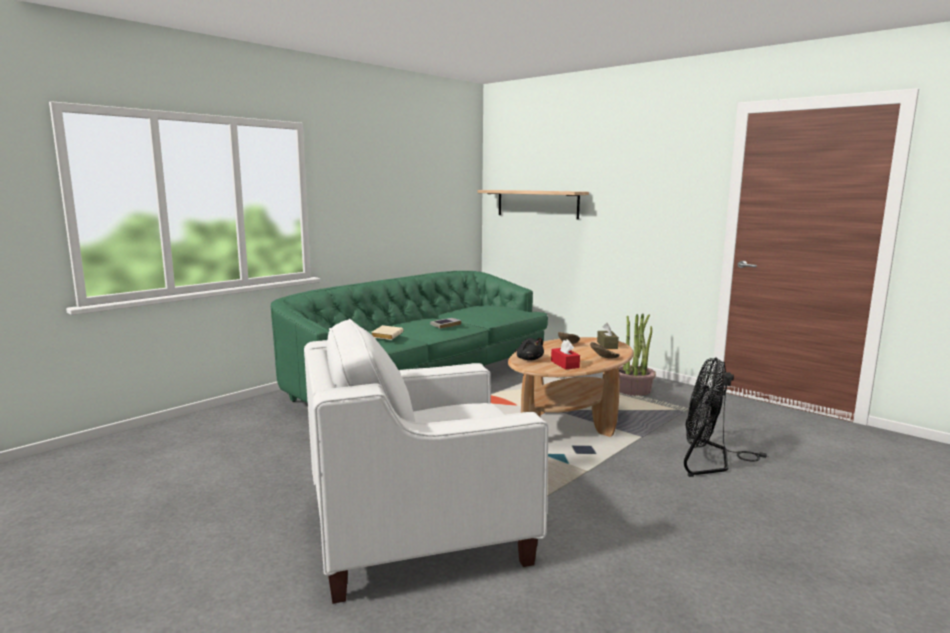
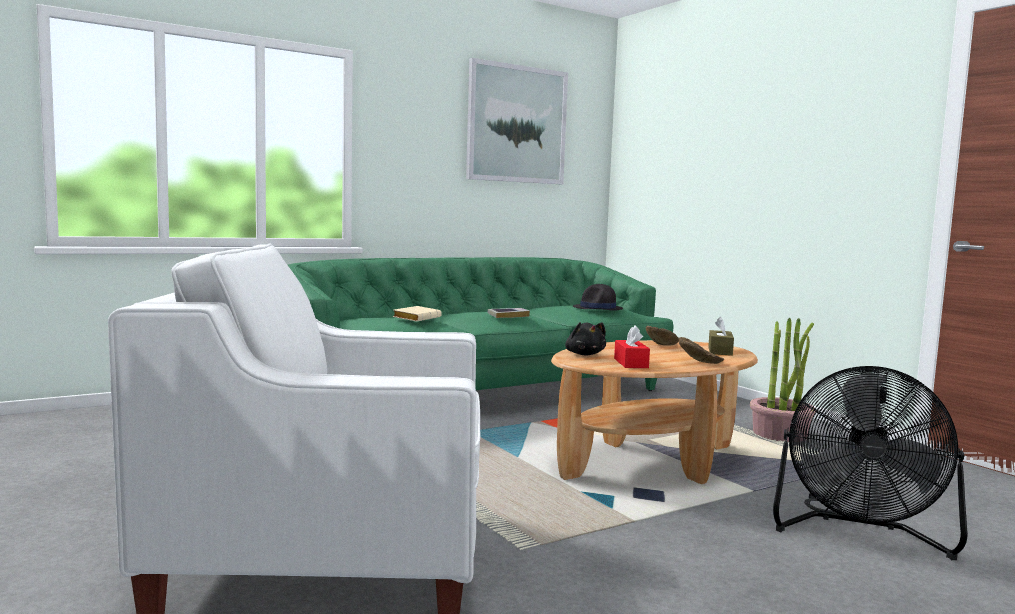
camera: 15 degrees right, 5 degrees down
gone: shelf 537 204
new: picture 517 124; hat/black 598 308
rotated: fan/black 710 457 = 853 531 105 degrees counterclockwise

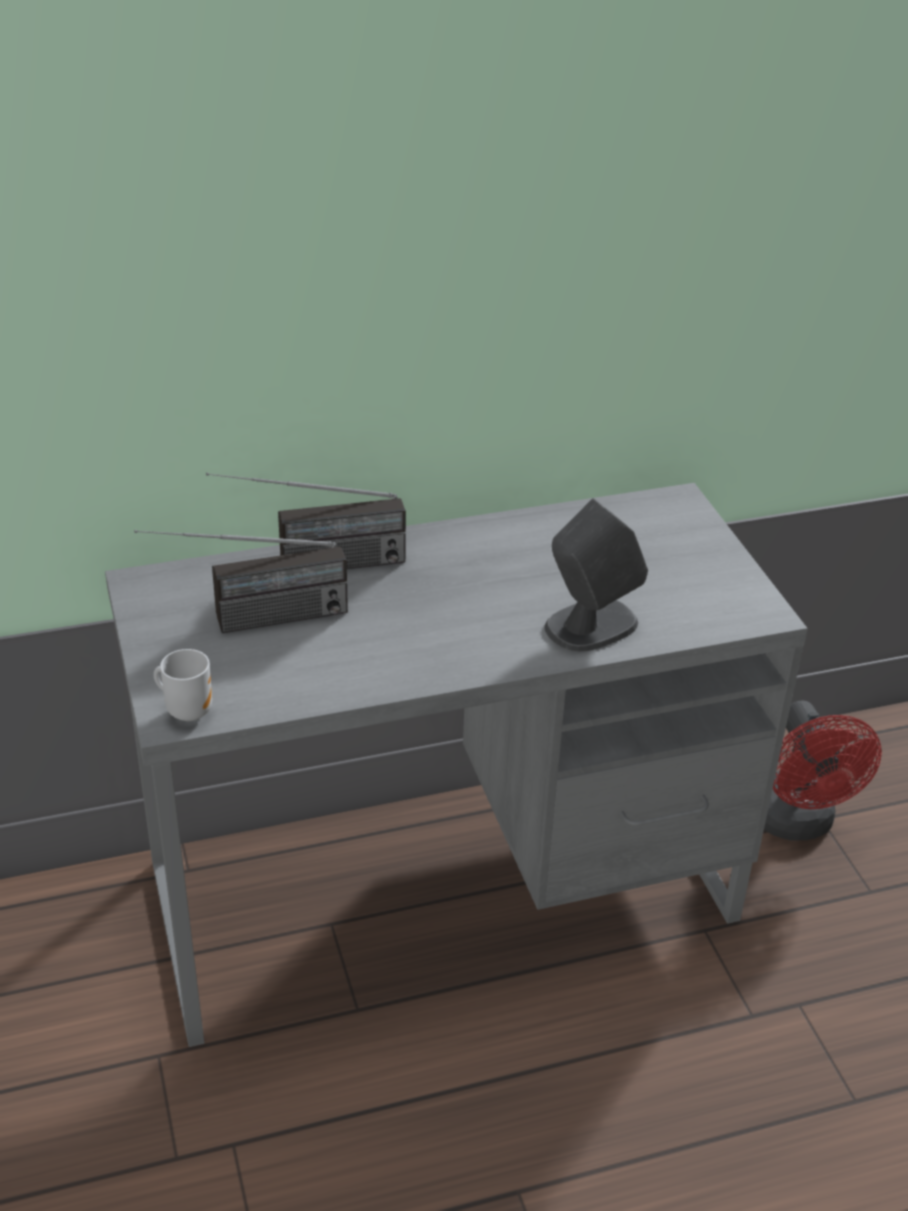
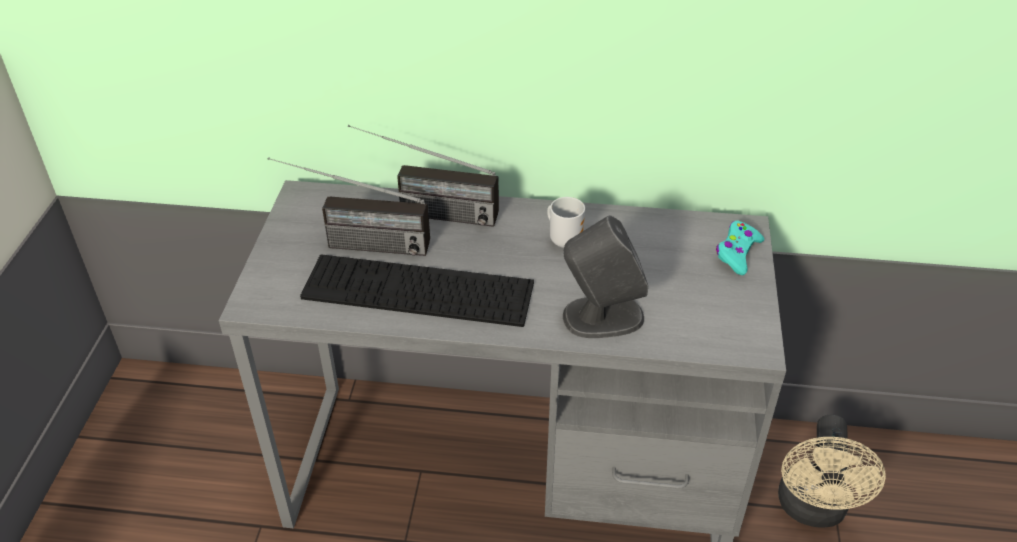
camera: 25 degrees right, 5 degrees up
new: keyboard 418 290; game controller/turquoise 737 253
shifted: mug 187 710 to 565 240
repainted: fan/red 797 823 to fan/beige 812 510

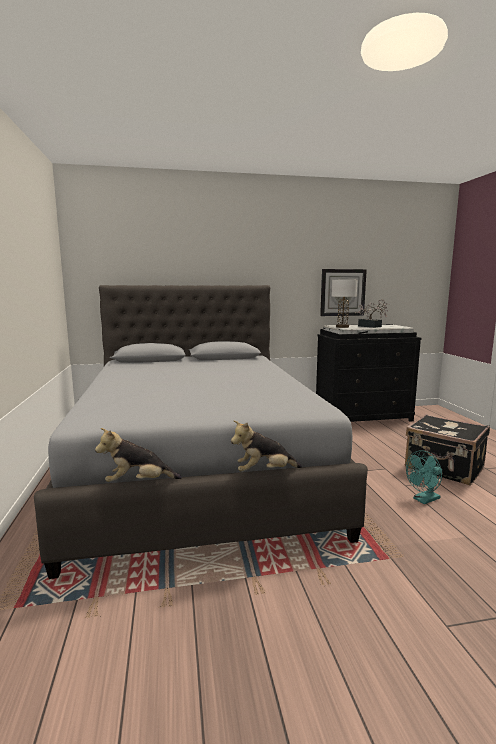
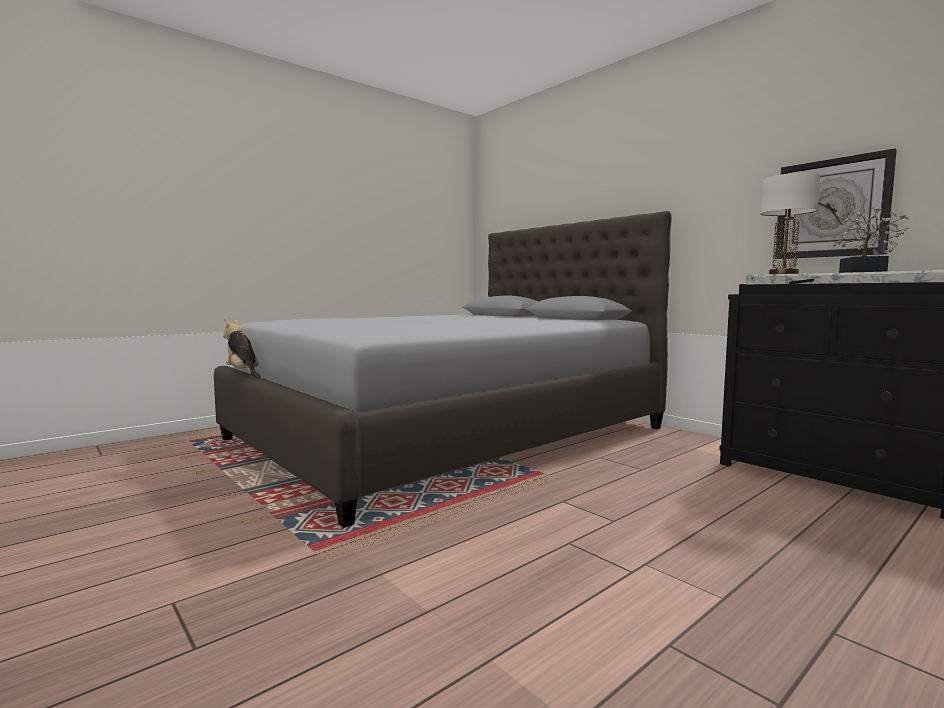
camera: 60 degrees right, 5 degrees down
gone: plush toy 264 472; suitcase/black 444 468; fan/turquoise 424 500

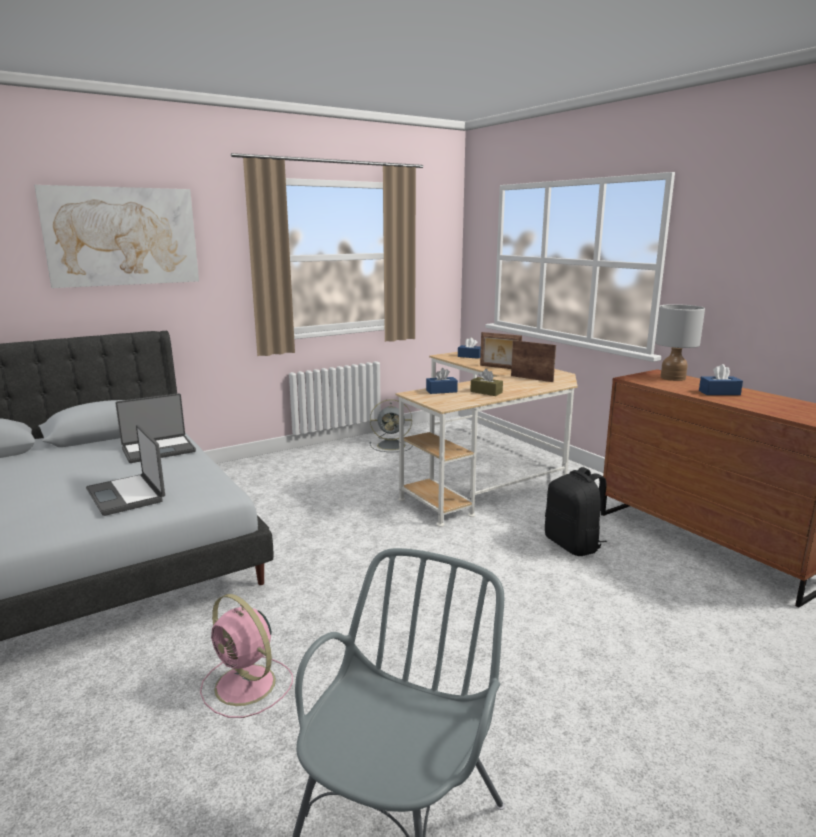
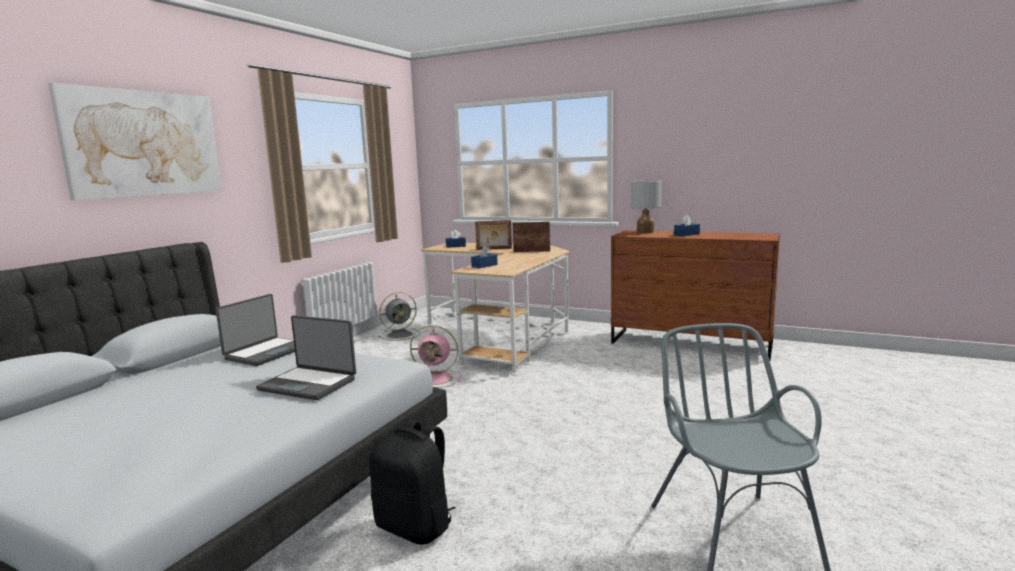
camera: 30 degrees left, 5 degrees down
gone: tissue box/brown 486 392
shifted: backpack/black 573 545 to 416 527; fan/pink 247 686 to 437 379

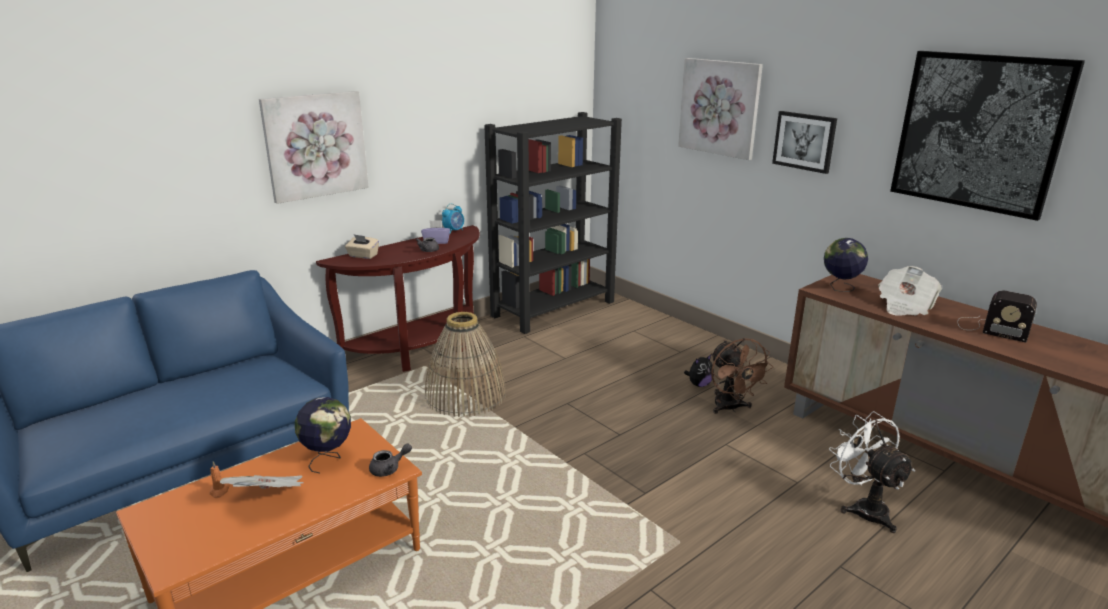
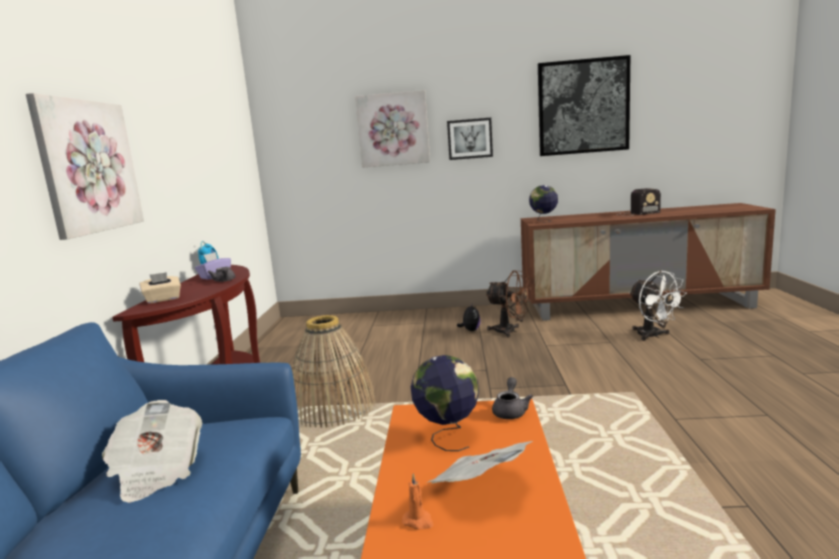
camera: 45 degrees left, 10 degrees down
gone: bookcase/black 553 309
shifted: newspaper 904 306 to 156 471
rotated: fan/white 864 508 = 653 336 135 degrees counterclockwise

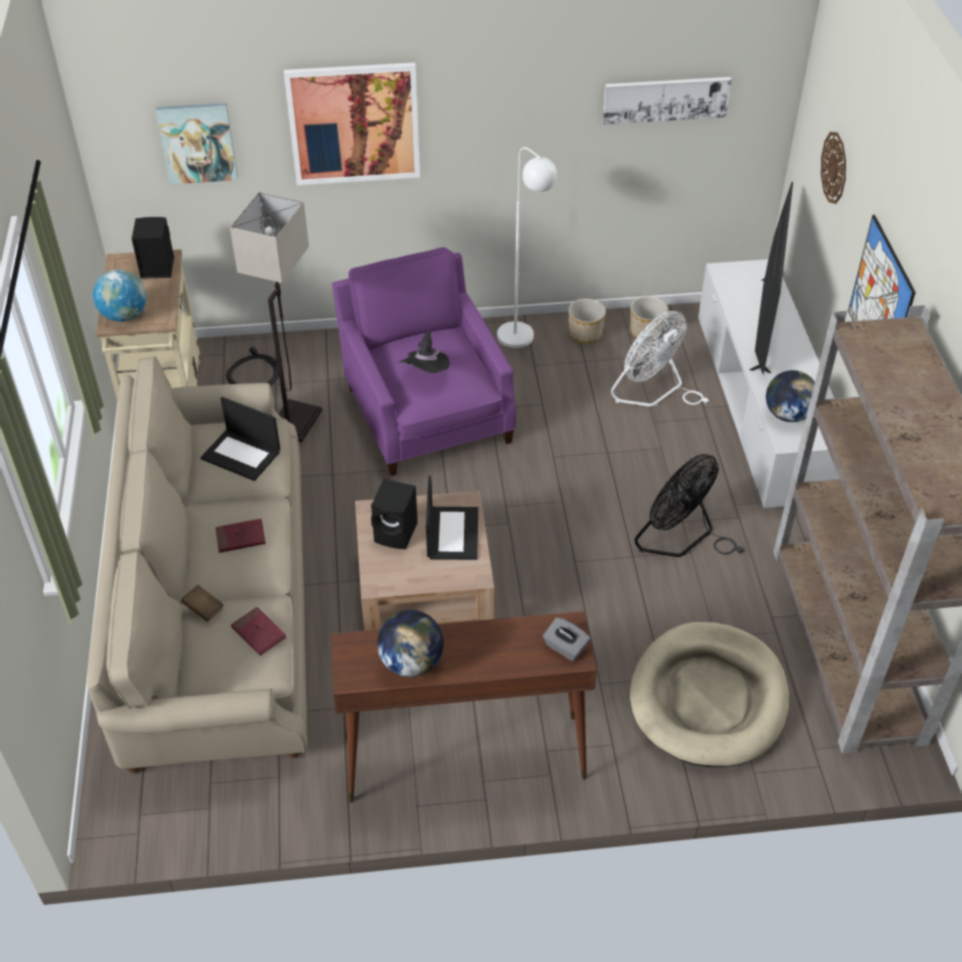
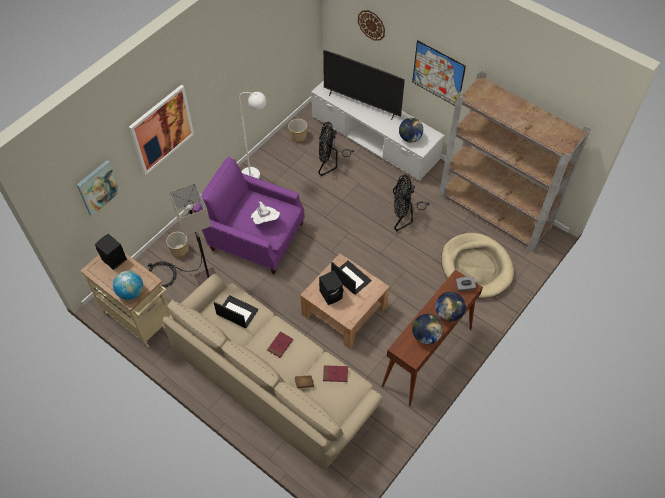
camera: 45 degrees left, 10 degrees up
gone: picture 665 99
new: globe 448 313
shifted: planter 585 334 to 179 249
repainted: hat/black 426 375 to hat/white 265 220; fan/white 659 389 to fan/black 330 158
rotated: laptop 242 454 = 236 312 135 degrees counterclockwise; television 766 324 = 362 104 150 degrees clockwise

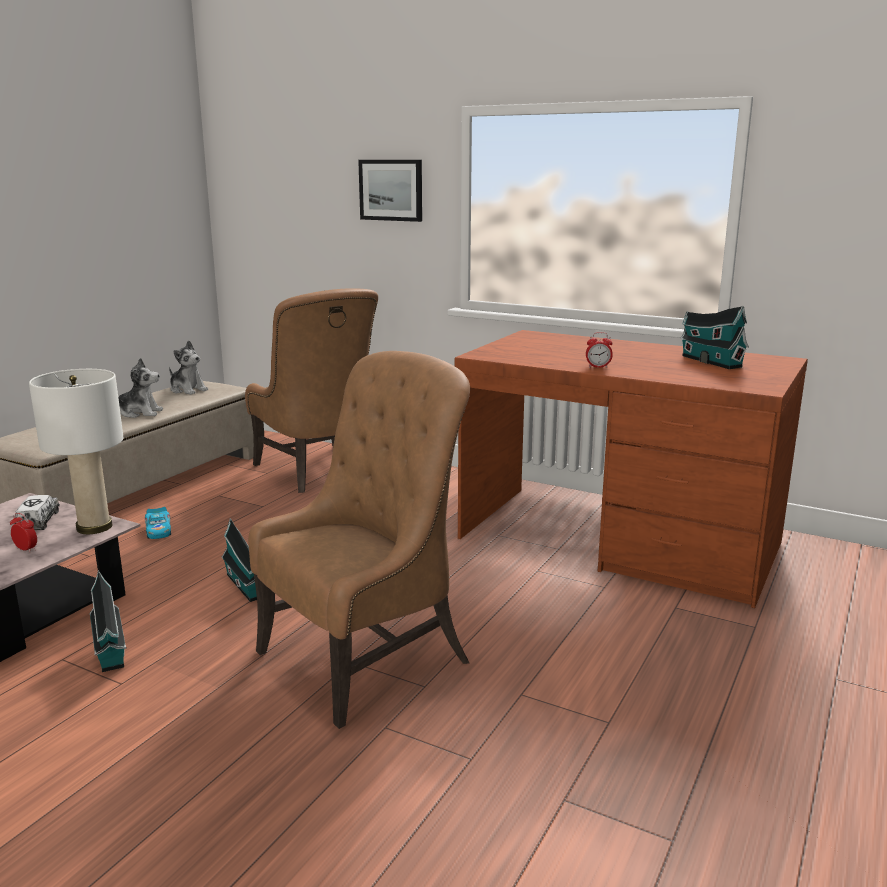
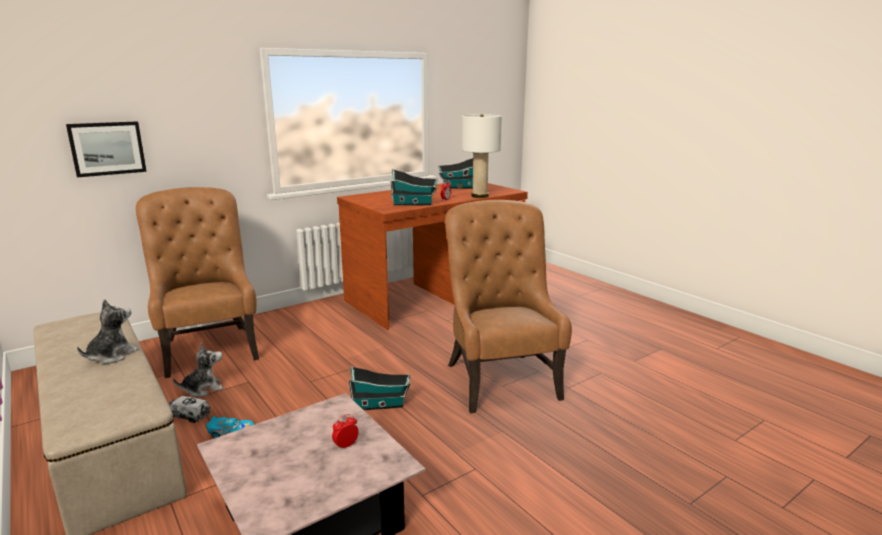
camera: 65 degrees left, 0 degrees up
shifted: picture 391 190 to 107 148; toy truck 38 521 to 187 415; plush toy 188 390 to 203 389; toy house 110 651 to 414 204; table lamp/white 95 527 to 480 196
rotated: chair/brown 319 469 = 209 349 105 degrees counterclockwise

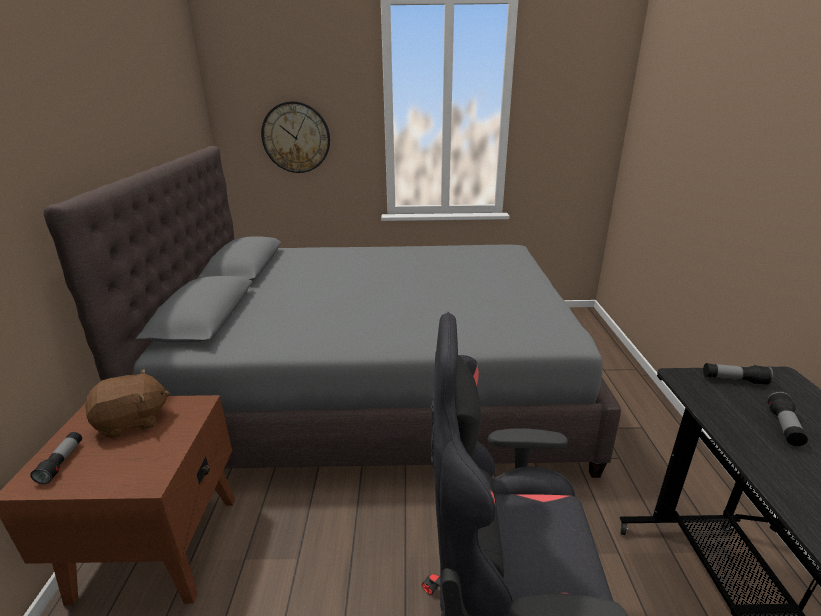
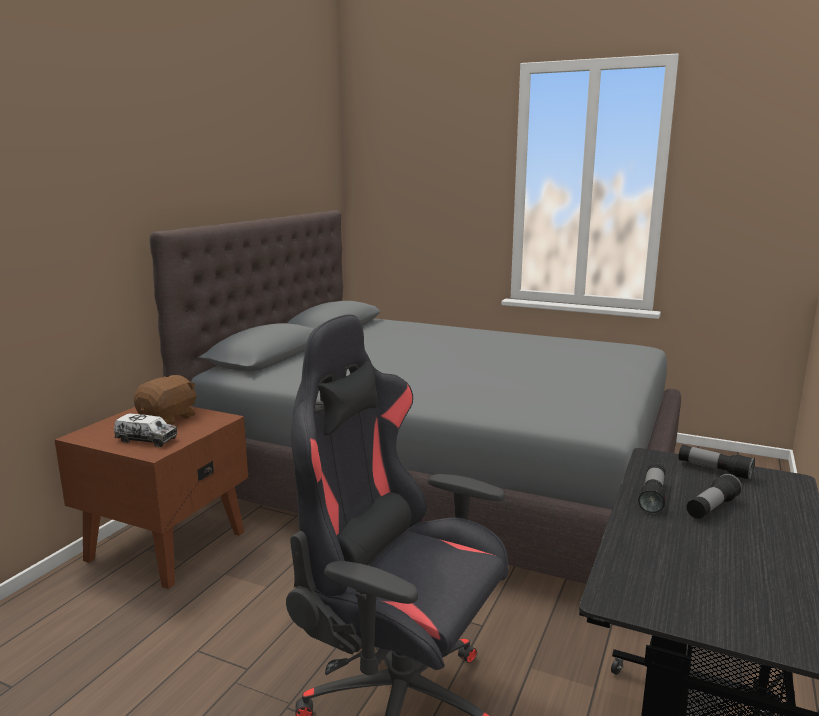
camera: 25 degrees right, 10 degrees down
gone: wall clock 296 137
new: toy truck 146 440
shifted: flashlight 62 463 to 652 496
rotated: plush toy/brown 132 421 = 169 418 60 degrees counterclockwise

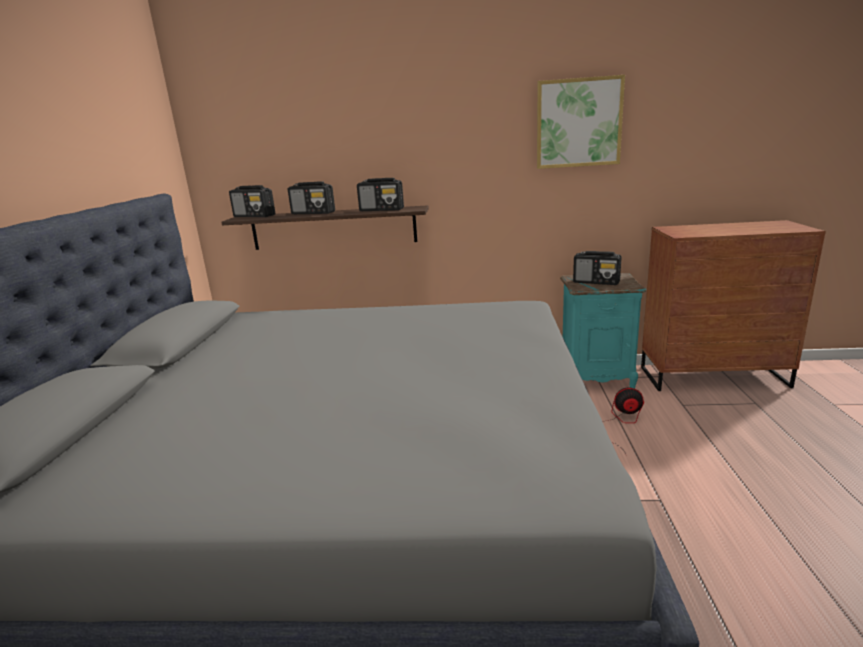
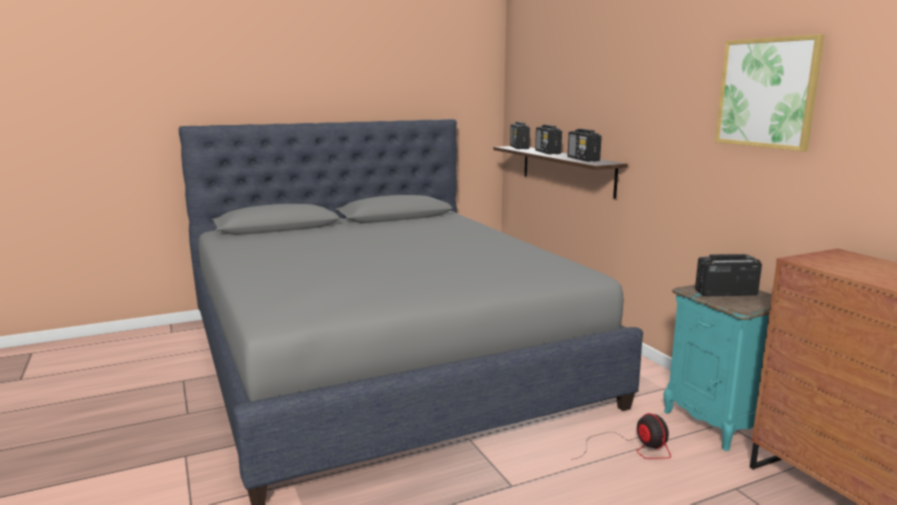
camera: 60 degrees right, 5 degrees down
rotated: radio 596 282 = 725 293 90 degrees clockwise

